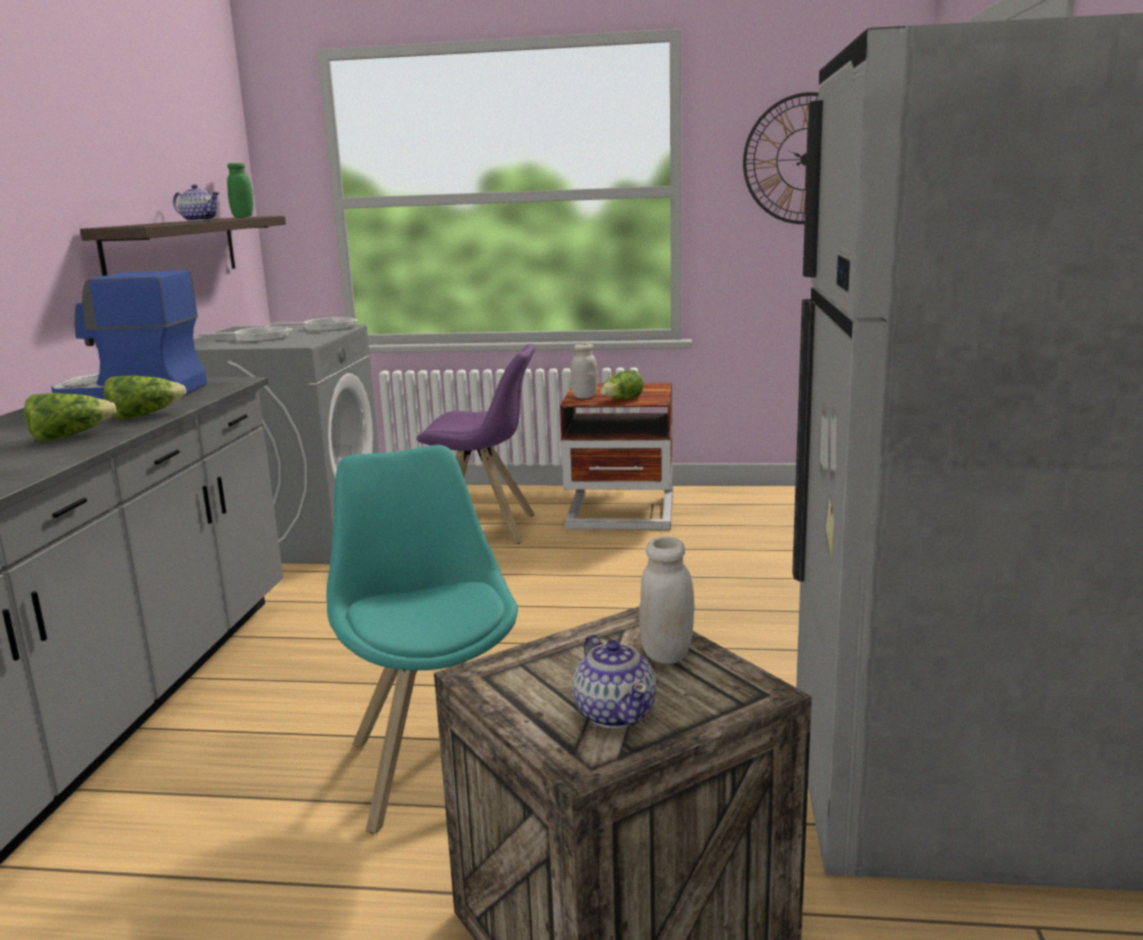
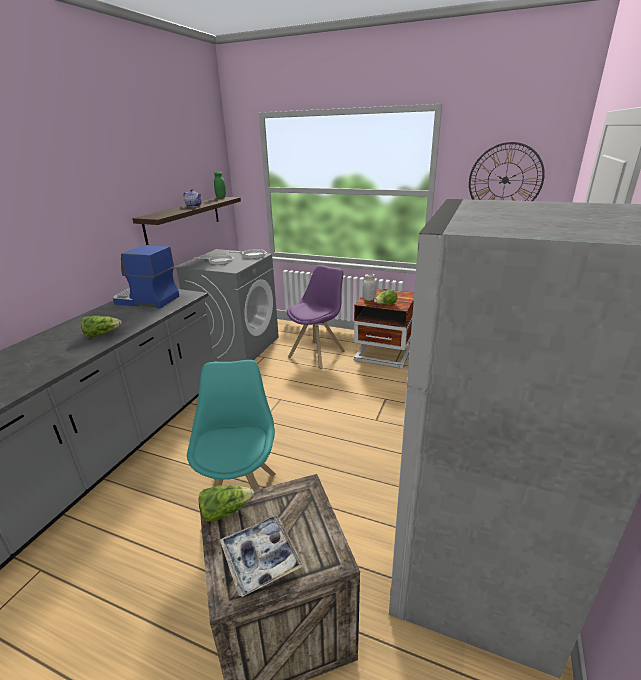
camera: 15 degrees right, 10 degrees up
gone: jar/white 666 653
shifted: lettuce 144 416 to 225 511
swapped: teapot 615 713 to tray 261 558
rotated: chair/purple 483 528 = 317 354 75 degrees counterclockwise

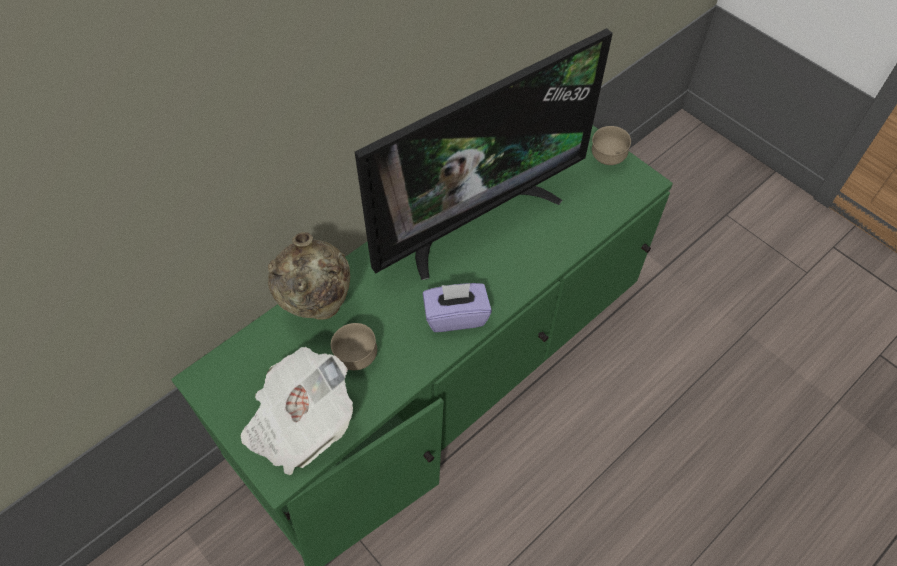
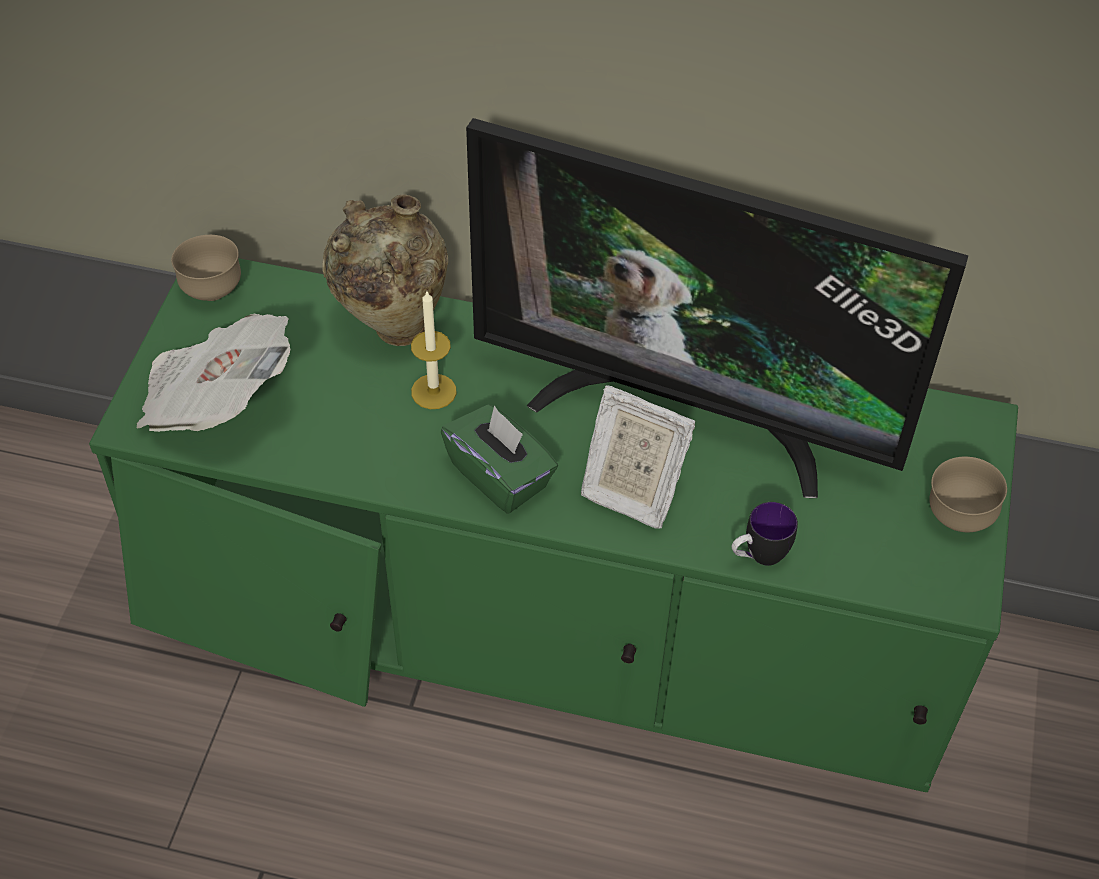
camera: 55 degrees right, 5 degrees down
new: candle 433 391; picture frame 630 491; mug 758 557
shifted: bowl/brown 356 358 to 212 290
repainted: tissue box/purple 456 316 to tissue box/green 500 476

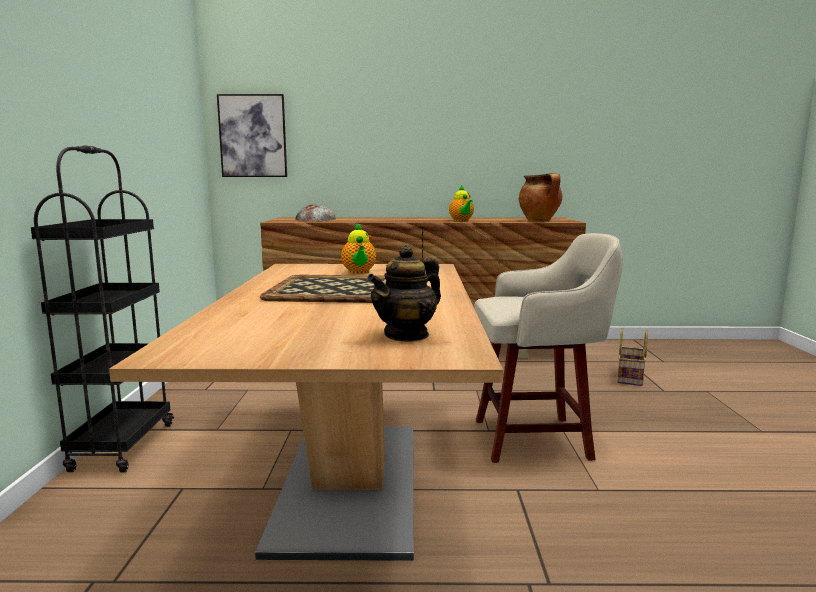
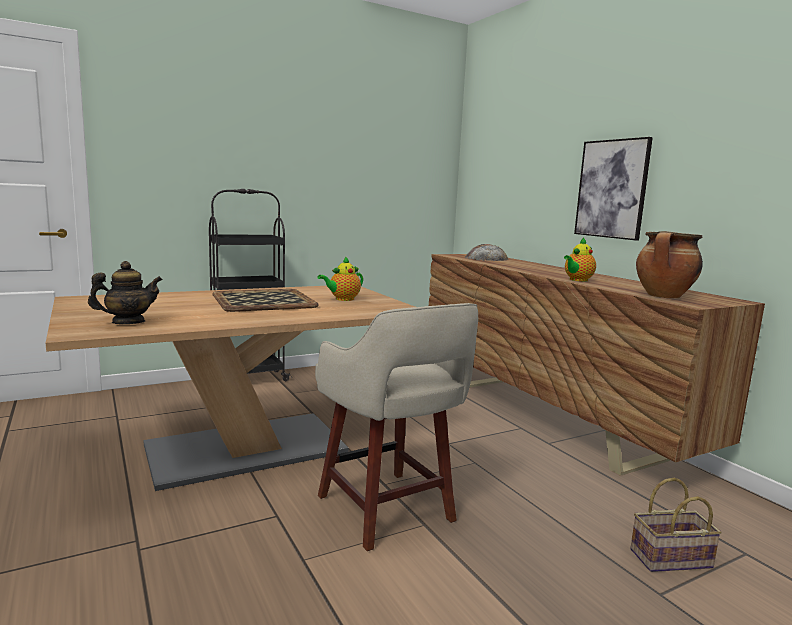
camera: 60 degrees right, 0 degrees up
shifted: picture 253 136 to 612 189
rotated: teapot 407 335 = 128 322 135 degrees clockwise

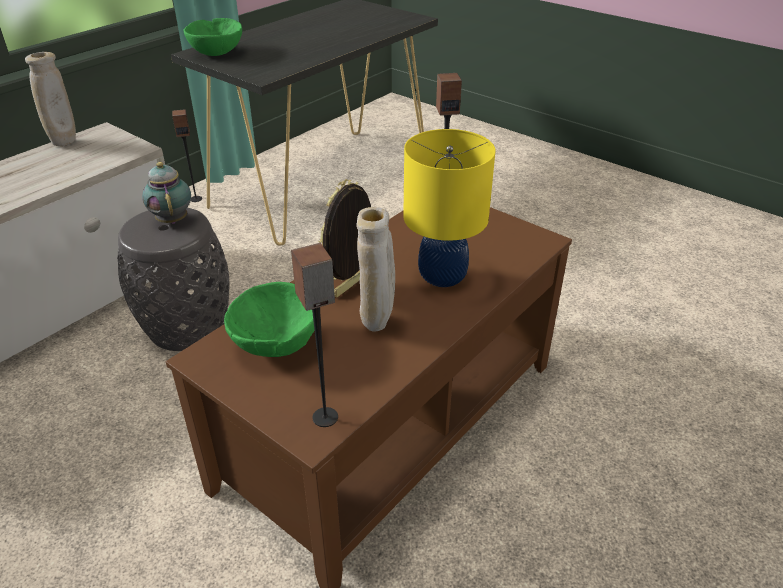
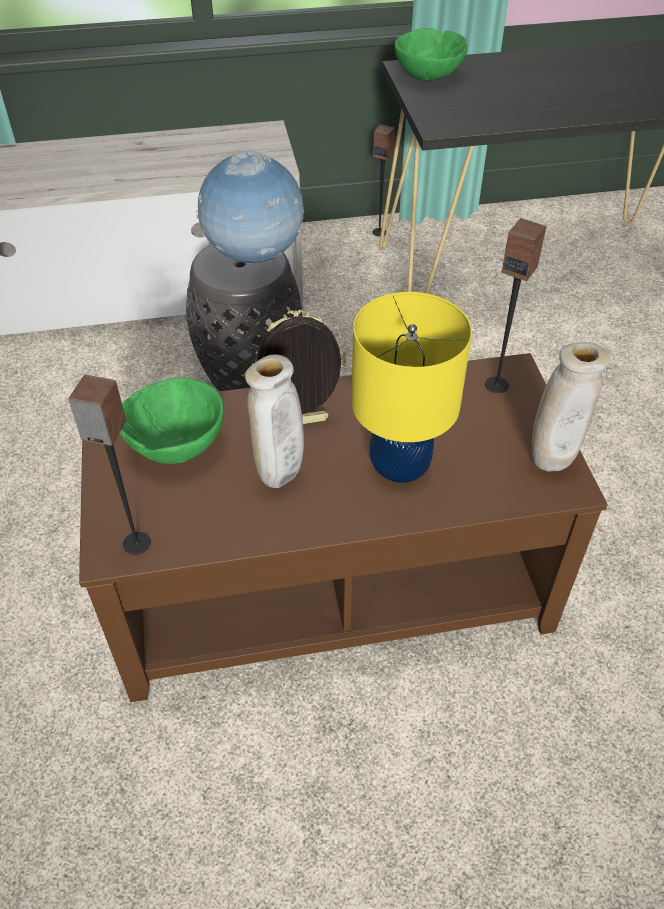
camera: 40 degrees right, 10 degrees up
shifted: vase/beige 64 143 to 550 462
swapped: teapot 172 219 to globe 254 258

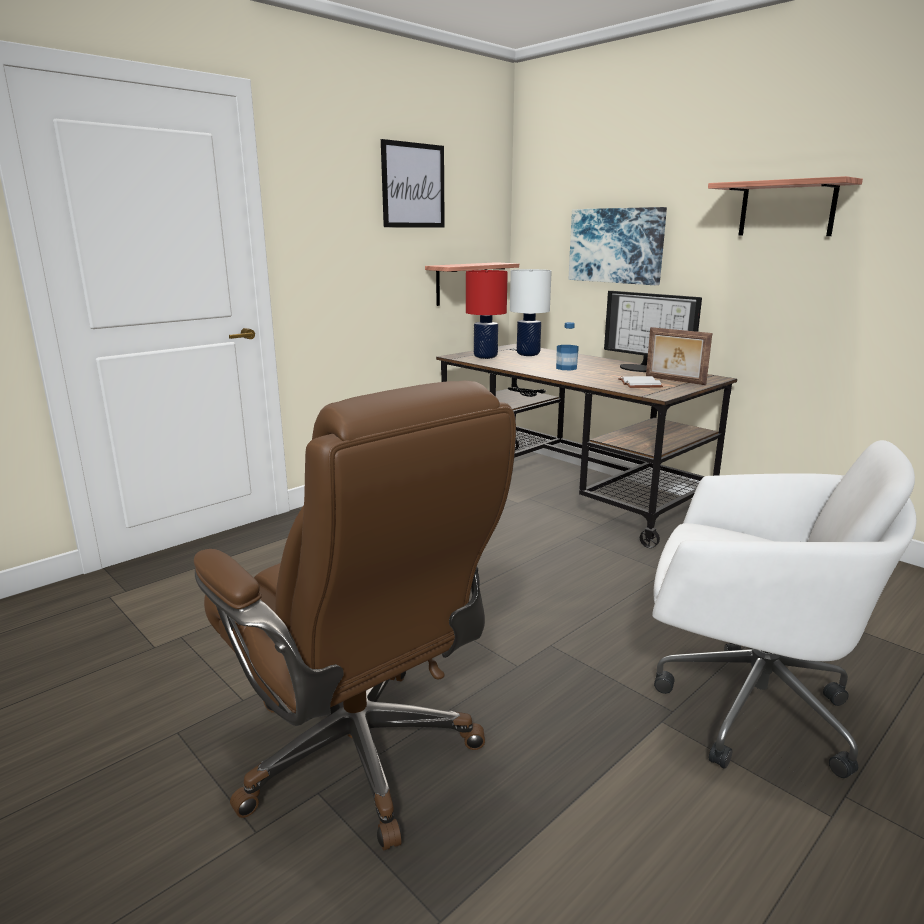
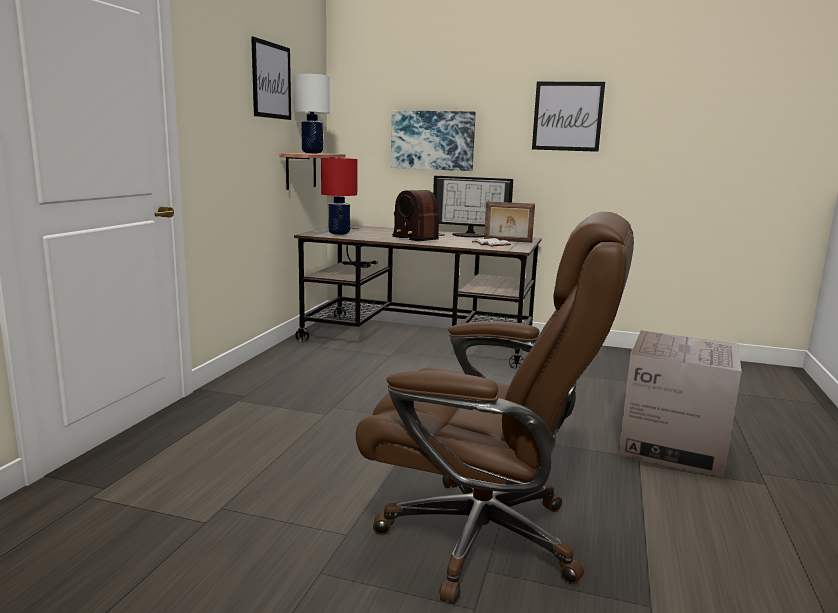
camera: 30 degrees left, 5 degrees down
shifted: table lamp/white 528 355 to 312 153
swapped: bottle 566 368 to radio 418 237; shelf 787 209 to picture 567 116; office chair/white 744 710 to cardboard box 672 446

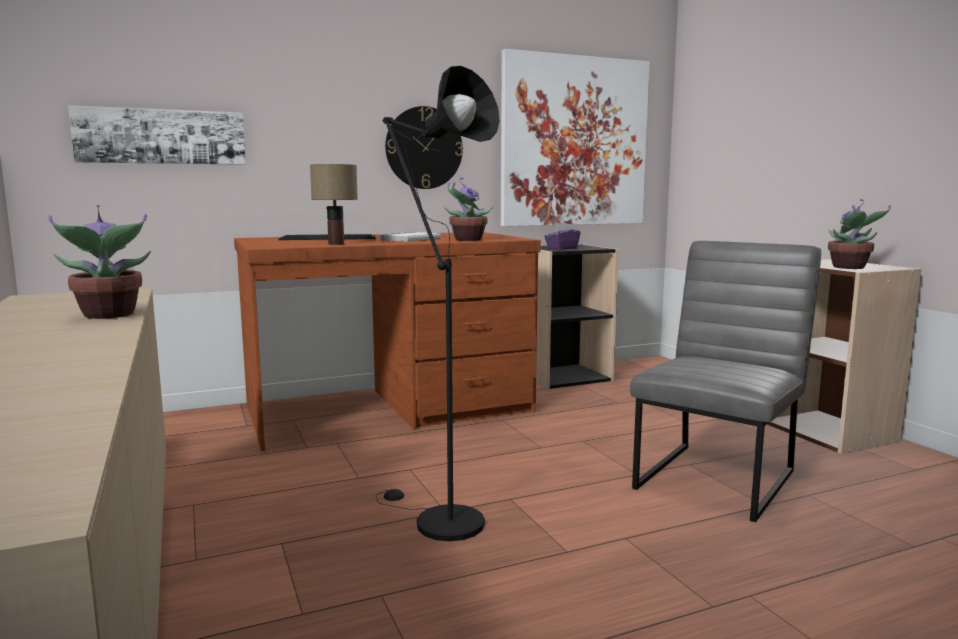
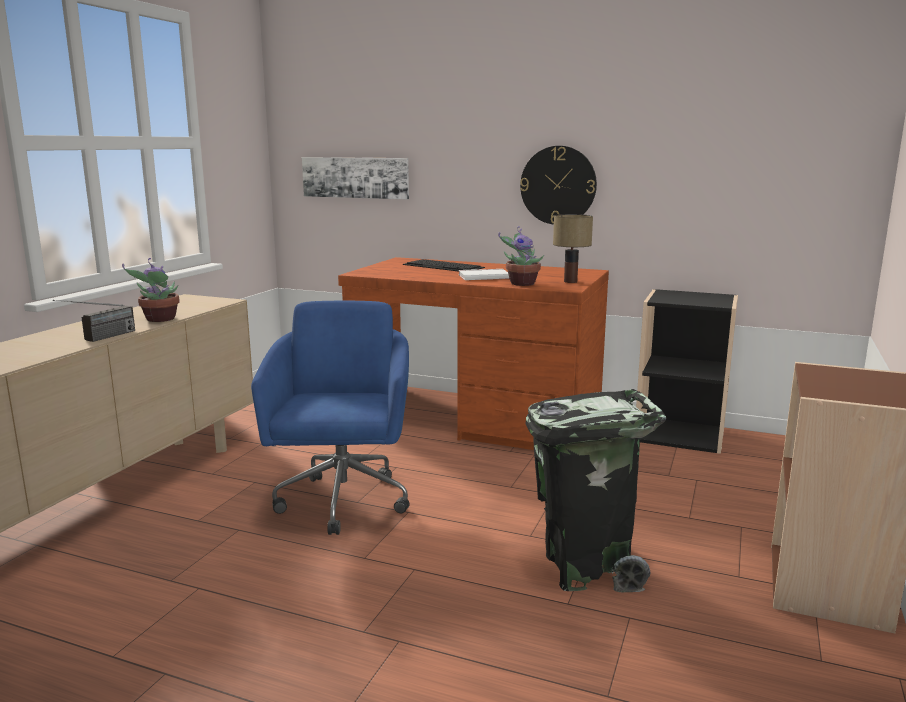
camera: 45 degrees right, 5 degrees up
gone: picture 574 142; tissue box/purple 561 248; potted plant 850 267
new: radio 99 338
shifted: table lamp 336 244 to 570 282
swapped: floor lamp/black 438 520 to office chair/blue 342 505; chair/grey 718 478 to trash can/black 586 568

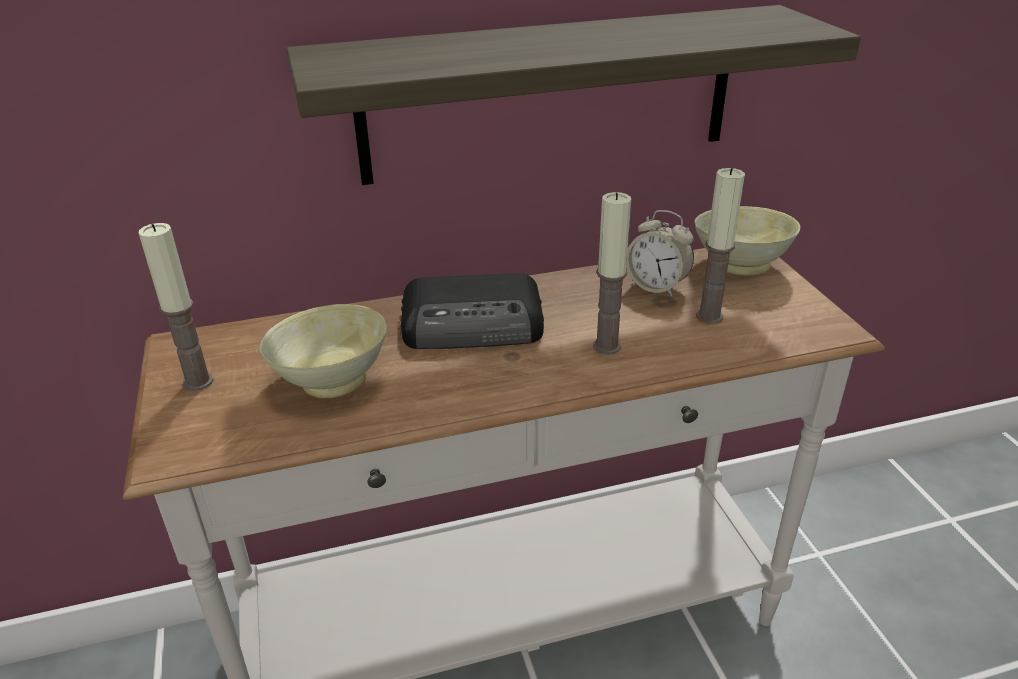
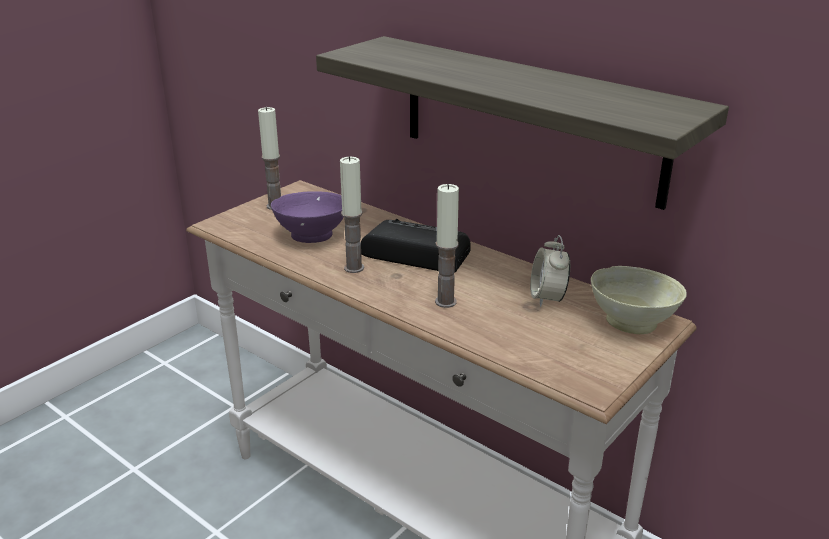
camera: 55 degrees right, 5 degrees down
shifted: candle 709 316 to 354 268
repainted: bowl/beige 332 380 to bowl/purple 313 235
rotated: radio 475 324 = 415 253 150 degrees clockwise

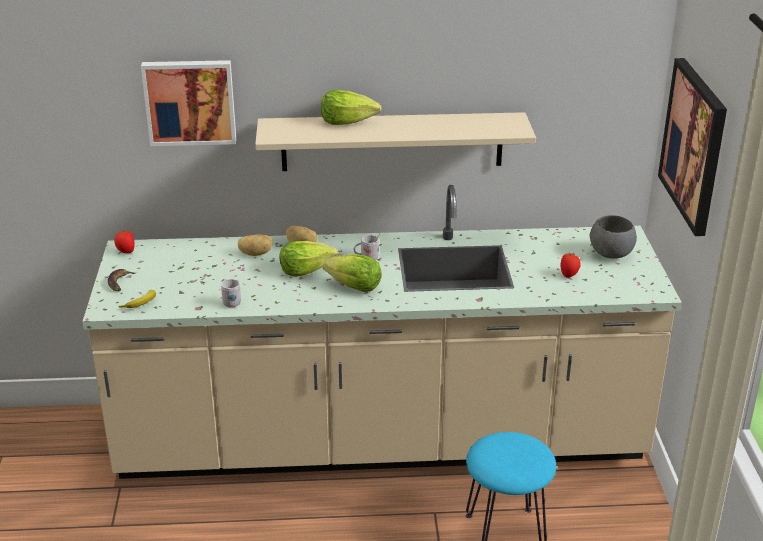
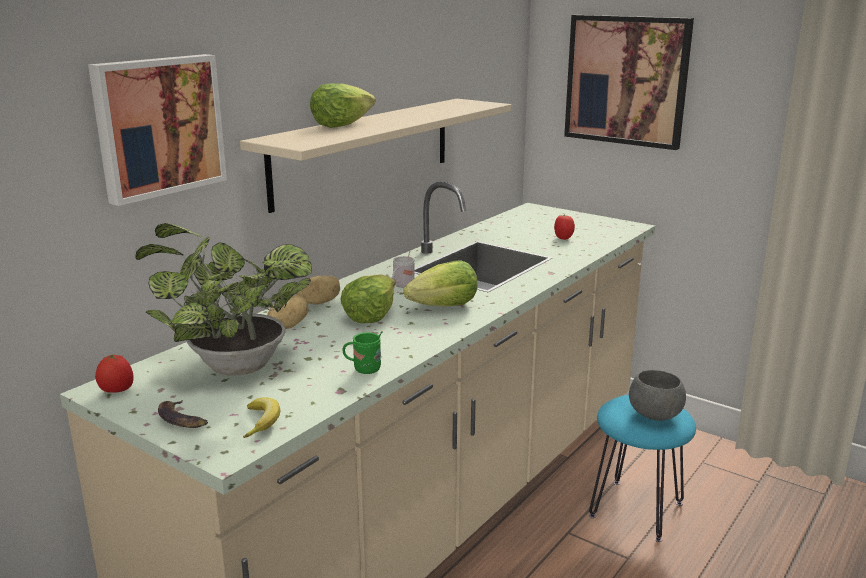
camera: 50 degrees left, 10 degrees down
new: potted plant 232 365
shifted: bowl/grey 610 254 to 654 416
repainted: mug/white 231 302 to mug/green 363 369

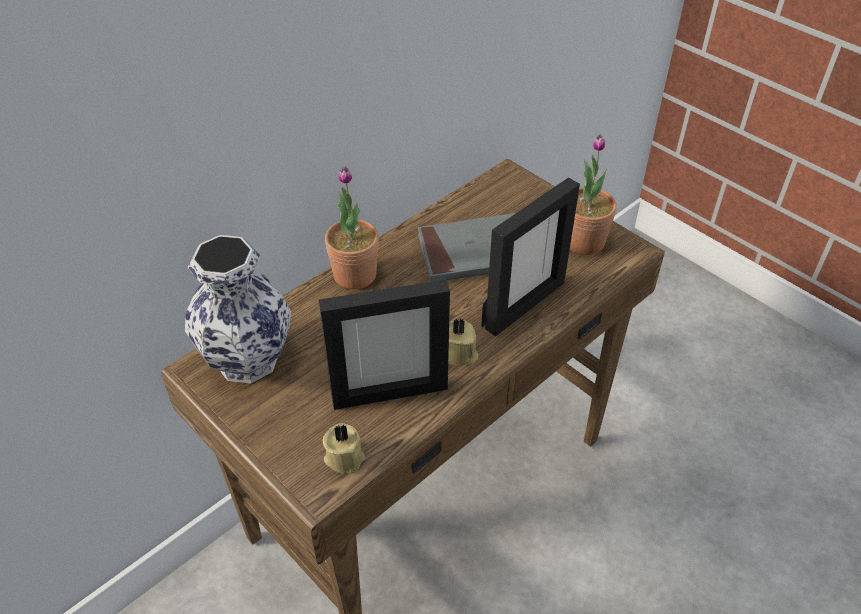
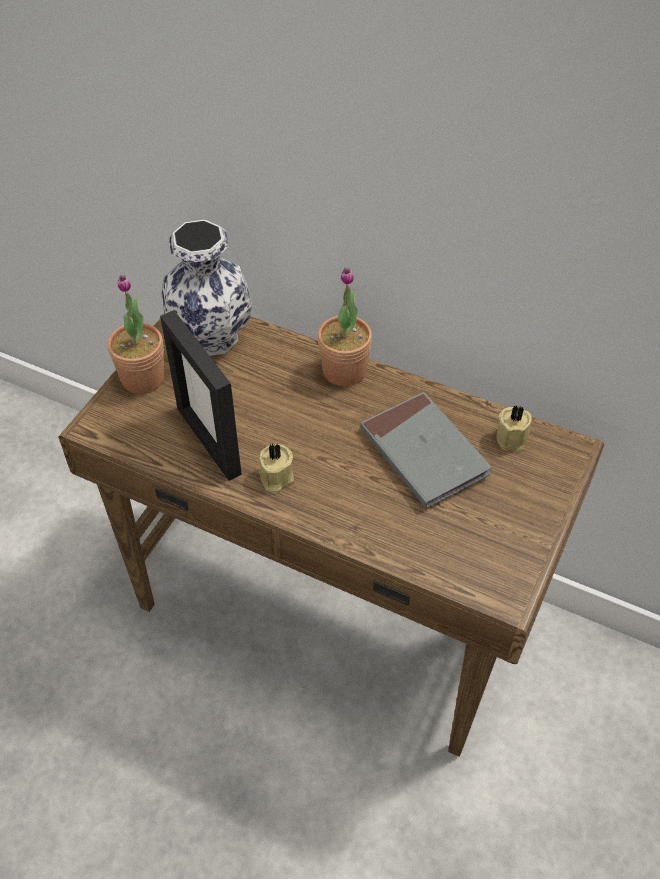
camera: 70 degrees right, 5 degrees up
gone: picture frame 523 304
shifted: potted plant 584 241 to 143 378; candle/beige 344 456 to 513 438

